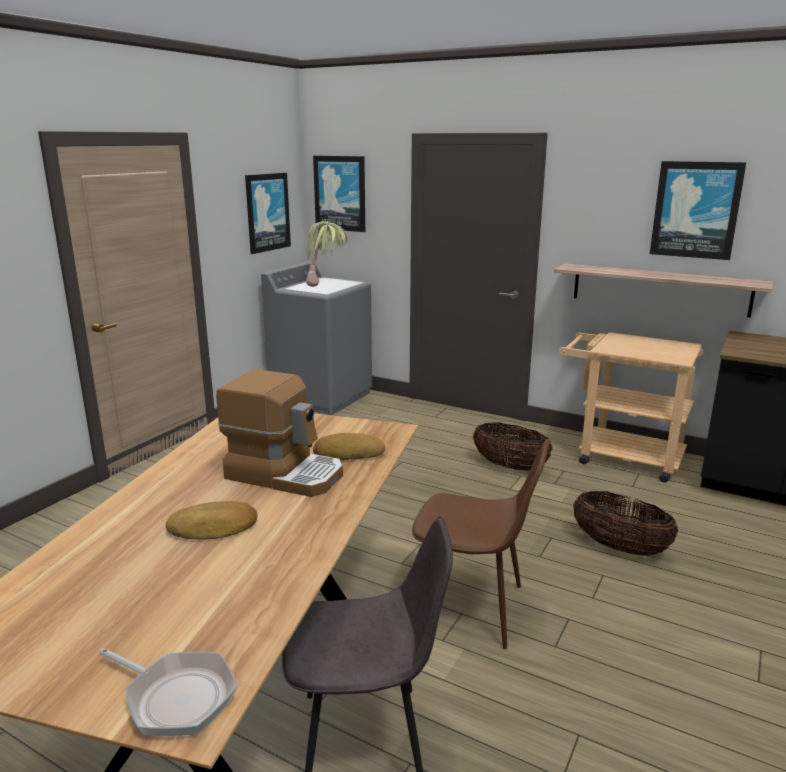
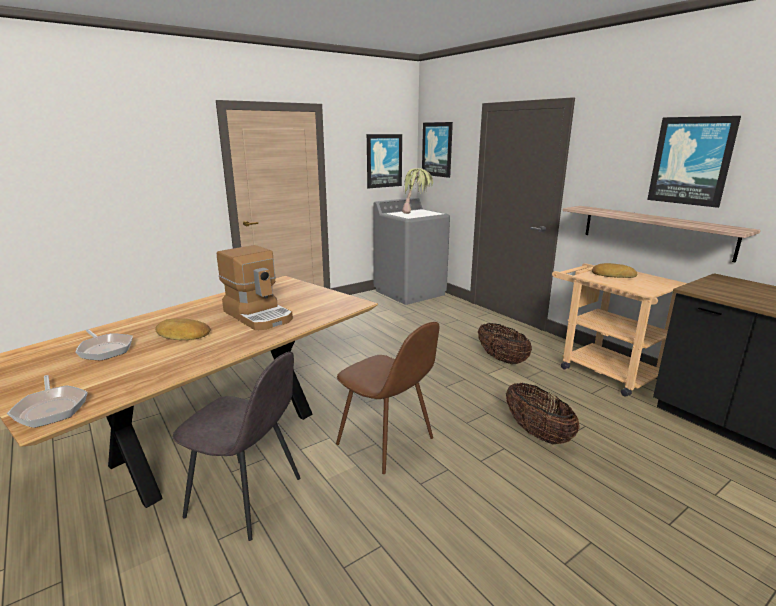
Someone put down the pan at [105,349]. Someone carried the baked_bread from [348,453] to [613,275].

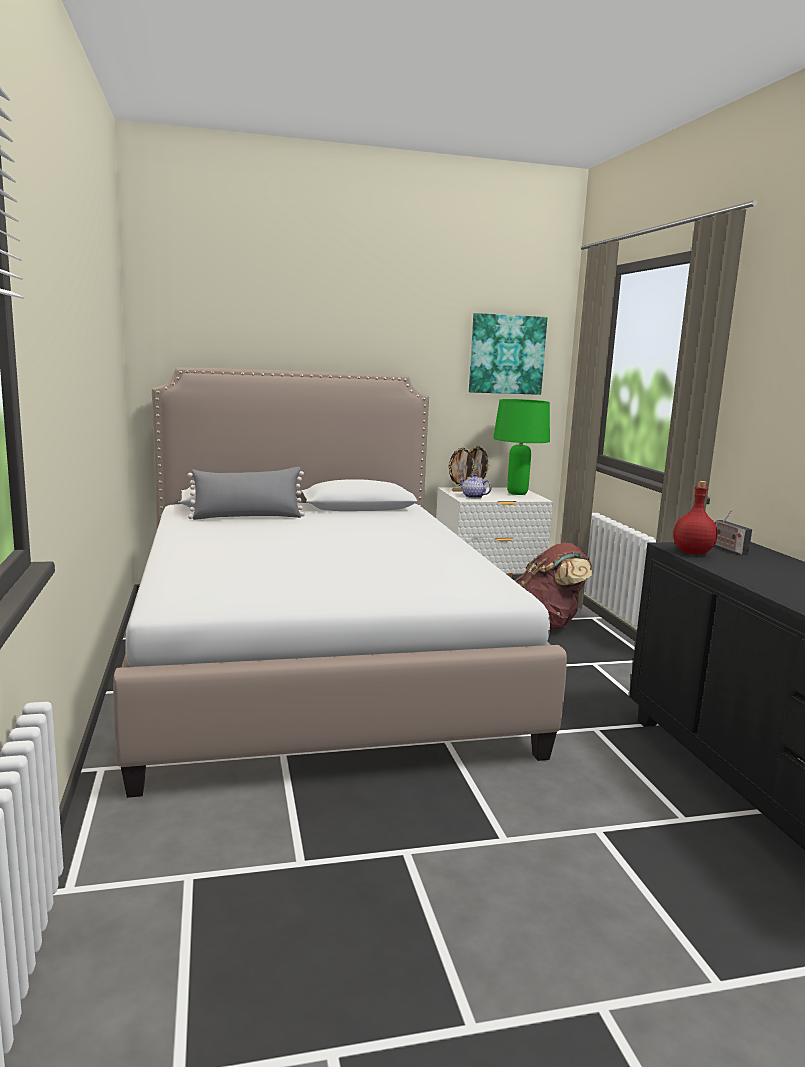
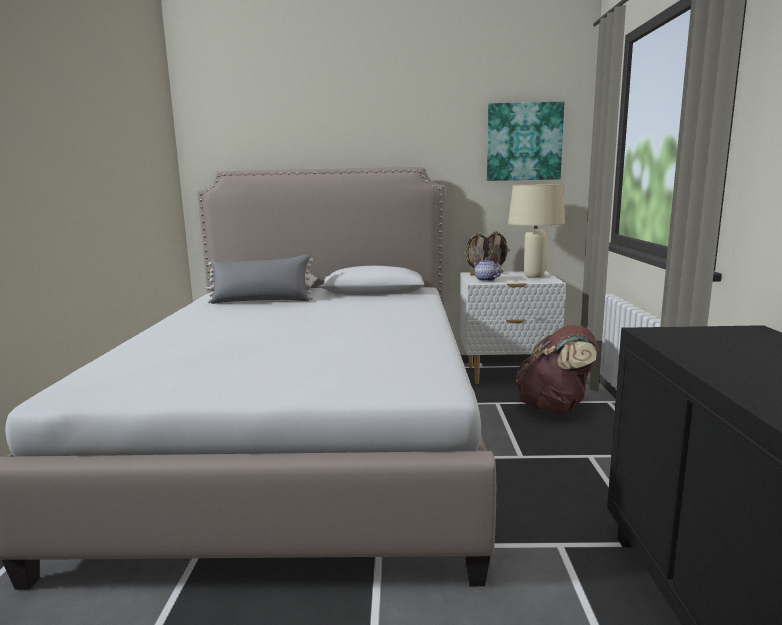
Someone took away the reddish_bottle at [693,553]. Someone took away the radio_set at [728,548]. Someone repainted the green_table_lamp at [517,493], which became the beige_table_lamp at [533,276].

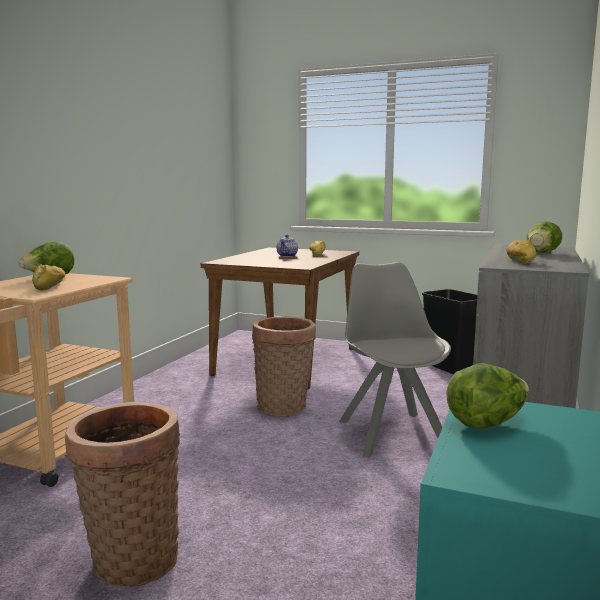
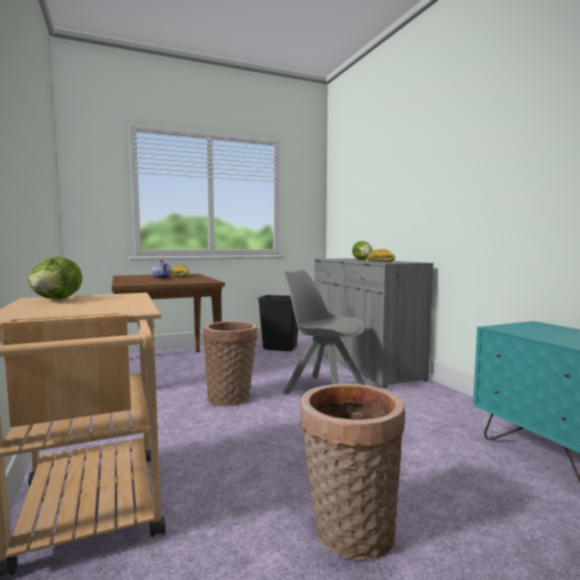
Someone took away the baked_bread at [50,286]. Someone took away the head_of_lettuce at [487,423].

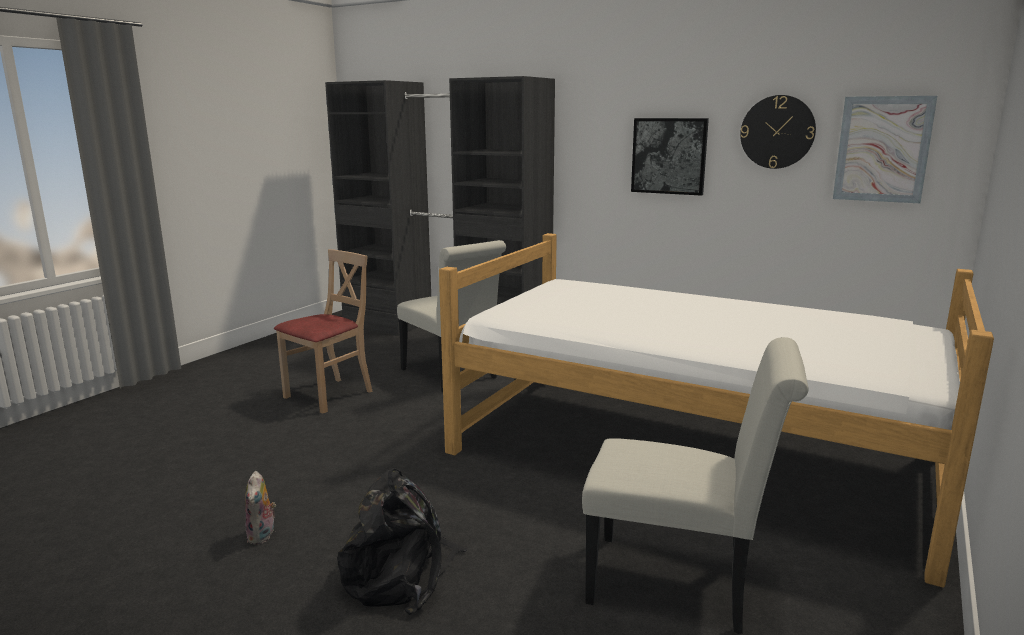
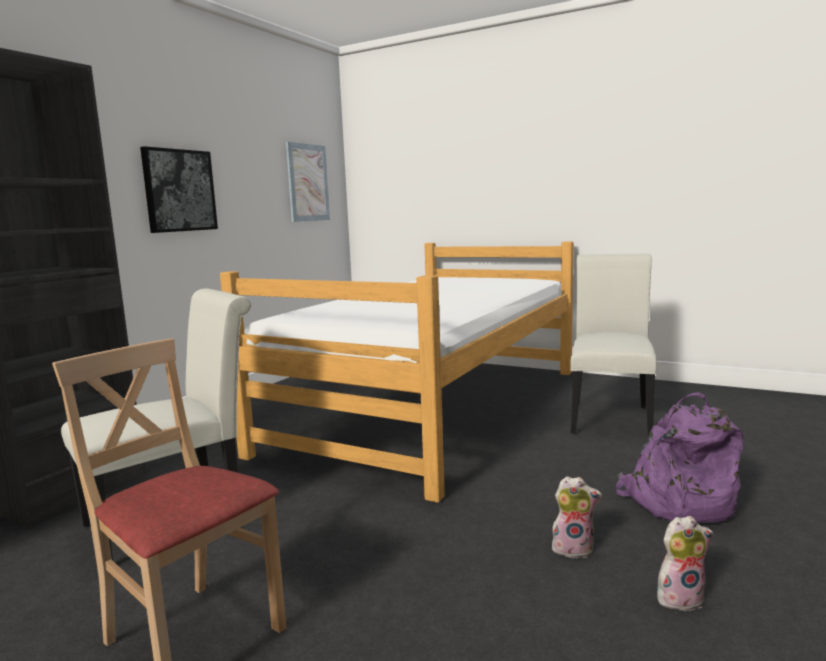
Someone took away the wall_clock at [777,132]. Someone put down the soft_toy at [573,548]. Someone repainted the black_knapsack at [401,575], which became the purplish_knapsack at [677,502].

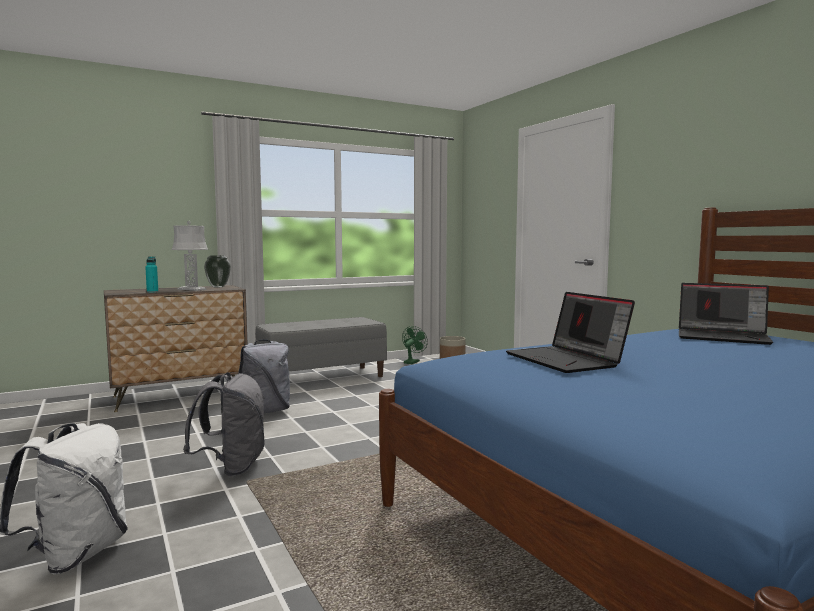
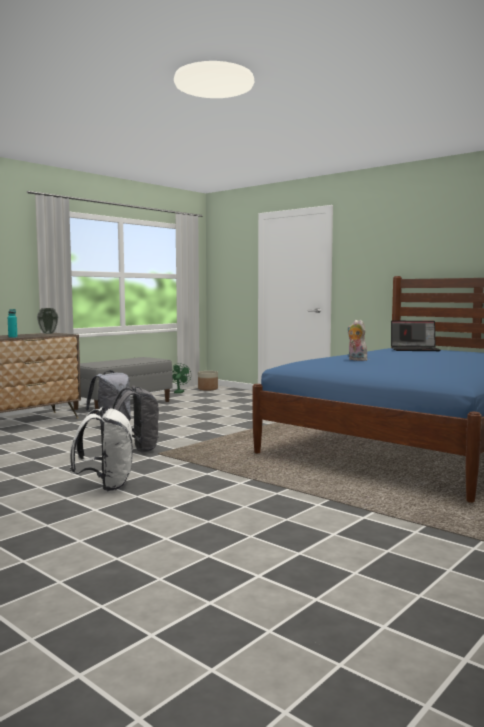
Someone took away the greyish_table_lamp at [191,289]. Someone swapped the notebook_computer at [567,360] for the soft_toy at [356,360].

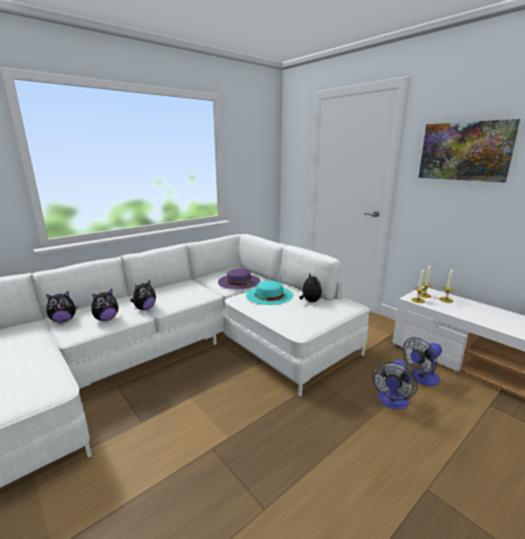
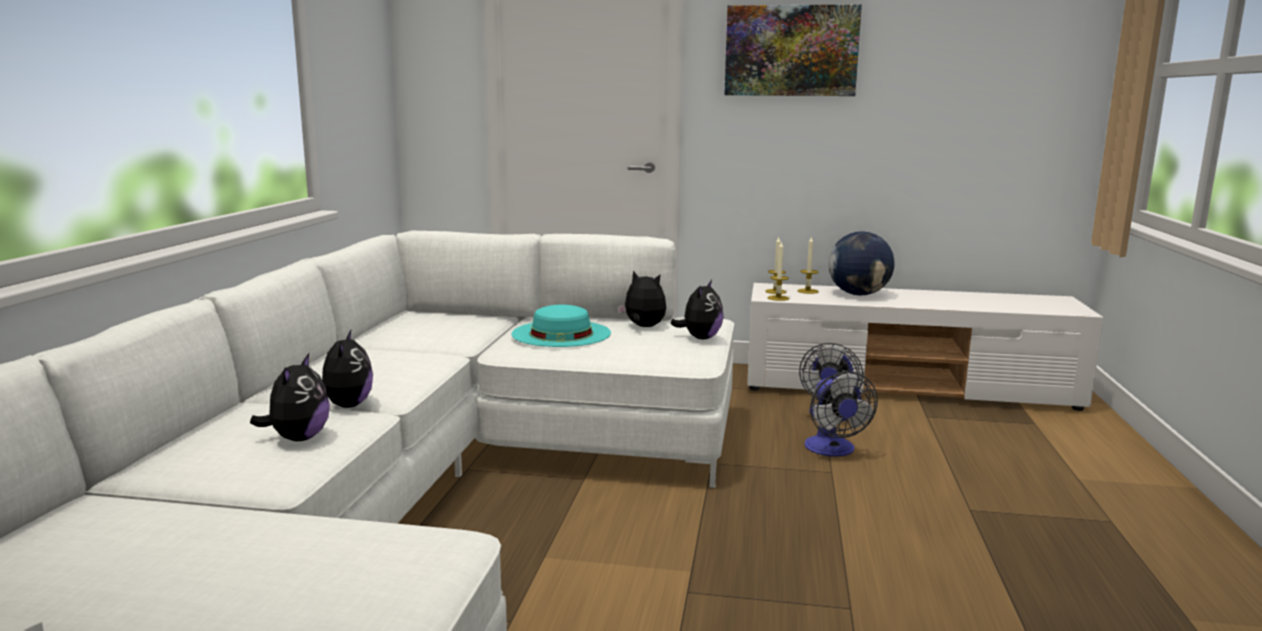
Someone took away the purplish_hat at [239,281]. Someone put down the globe at [858,294]. Someone carried the soft_toy from [64,320] to [700,338].

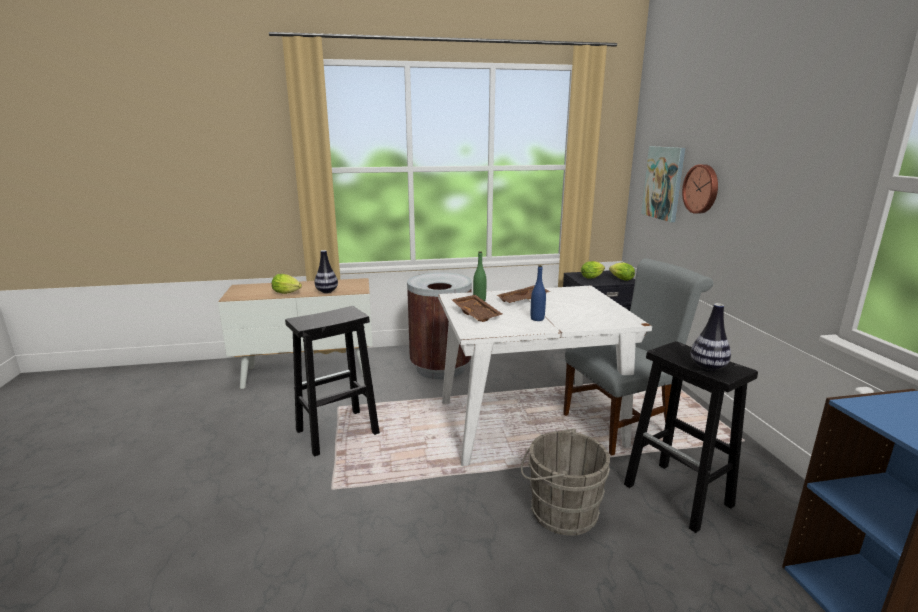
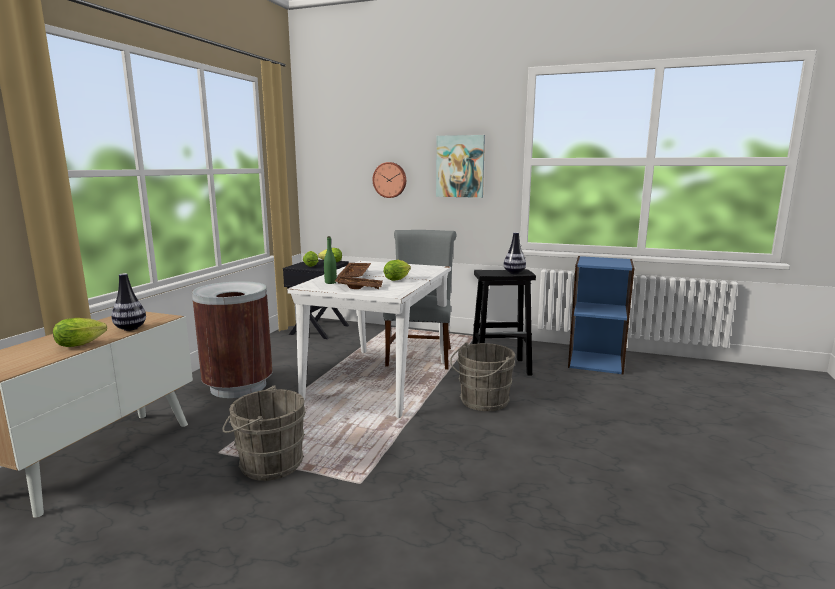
Someone carried the wall_art from [664,183] to [460,166]. Someone swapped the black_stool_seat at [336,432] for the greyish_water_bucket at [267,463]. Someone swapped the bluish_bottle at [537,319] for the head_of_lettuce at [398,279].

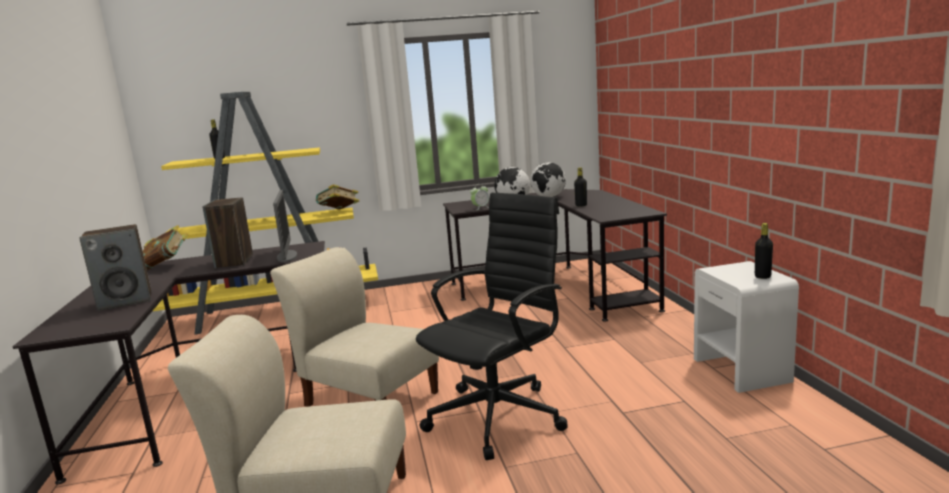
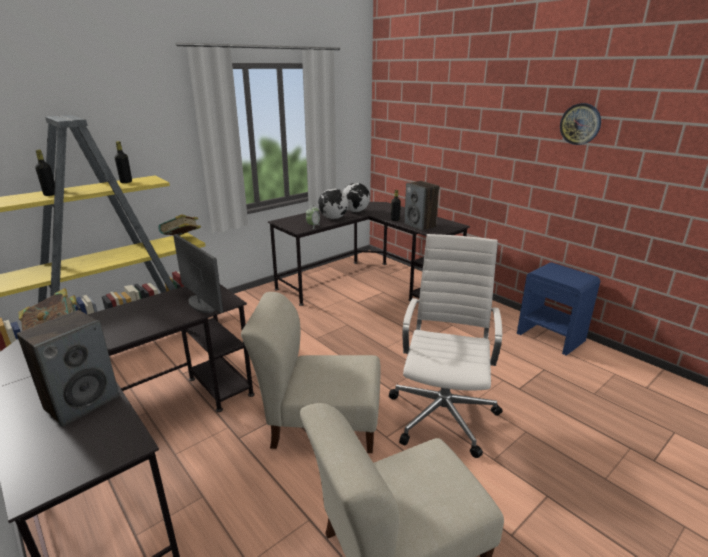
Someone put up the wall_clock at [580,124]. Someone carried the loudspeaker from [234,262] to [420,225]. Someone carried the black_bottle from [762,276] to [126,182]. Someone repainted the black_office_chair at [499,415], which became the whitish_office_chair at [443,413]. Someone repainted the whitish_nightstand at [741,370], which became the bluish_nightstand at [551,337].

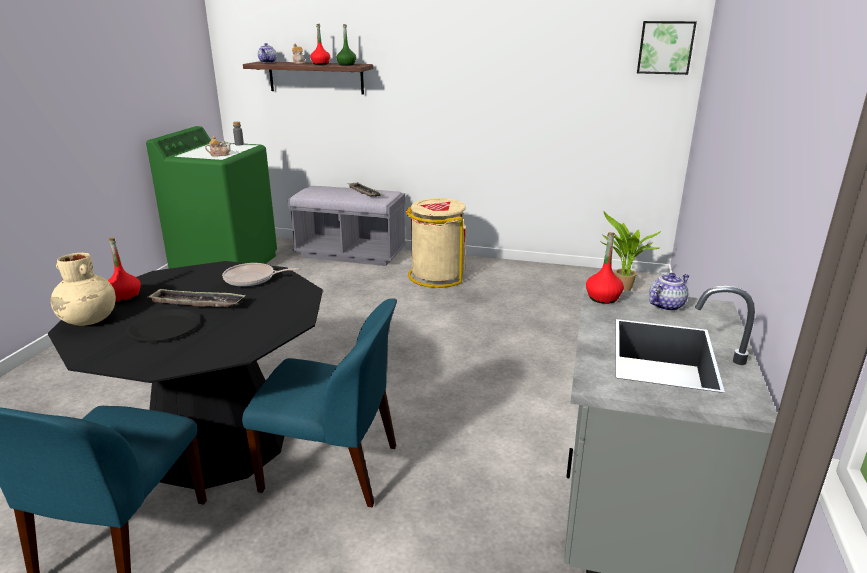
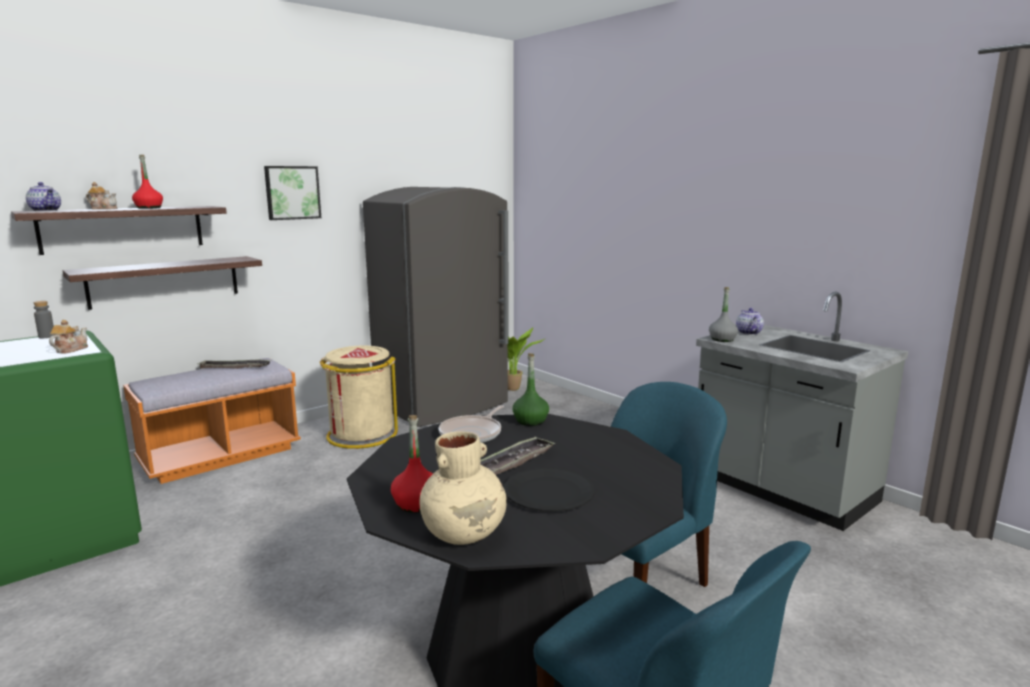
Someone put up the shelf at [165,281]. Someone put down the greyish_refrigerator at [443,405]. Someone carried the green_bottle from [346,65] to [530,421]. Someone carried the wall_art from [665,47] to [292,192]. Someone repainted the greyish_indoor_bench at [350,254], which became the orange_indoor_bench at [221,456]. Someone repainted the reddish_bottle at [602,298], which became the greyish_bottle at [722,339].

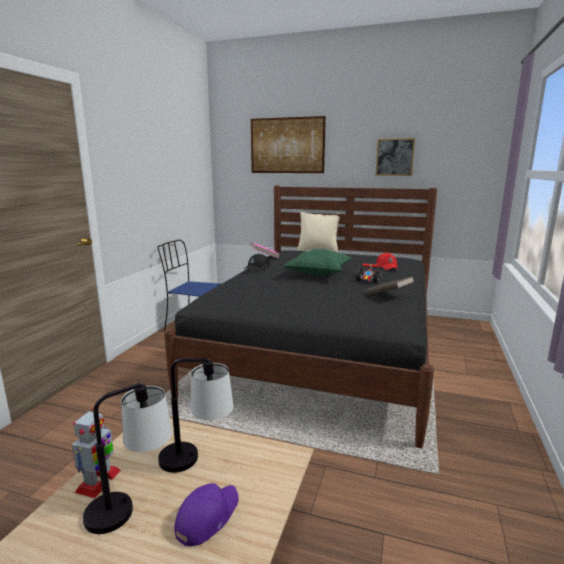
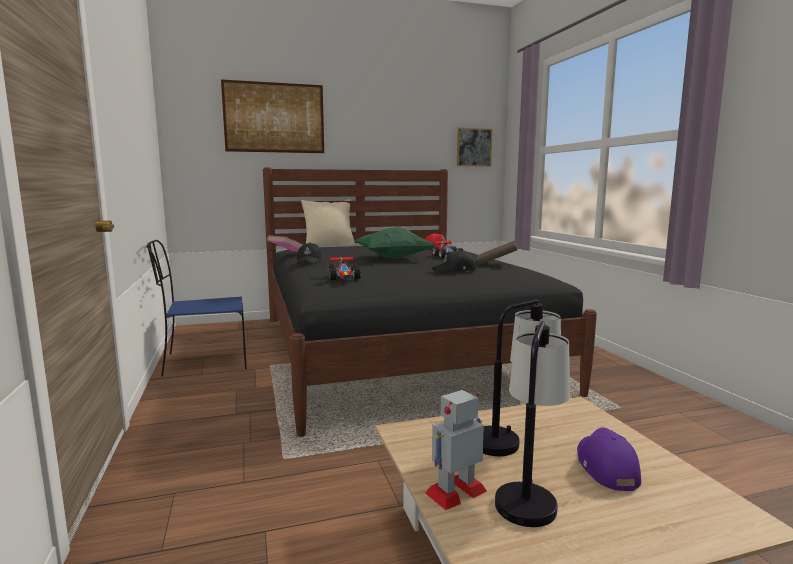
Someone put down the model_car at [345,277]. Someone put down the black_peaked_cap at [455,270]. Someone carried the wall_art from [394,157] to [474,147]. Someone rotated the robot_figure at [98,481] by 105 degrees counterclockwise.

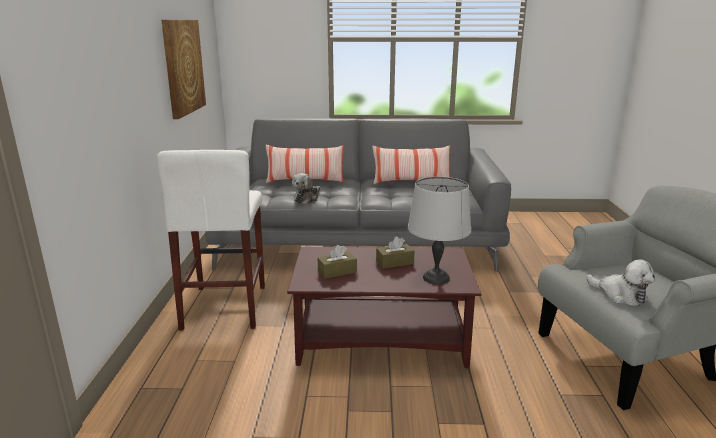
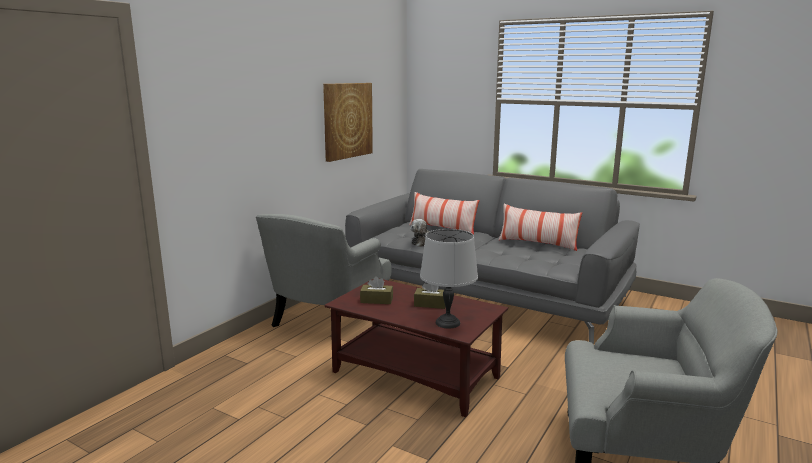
Someone took away the soft_toy at [620,295]. Someone swapped the whitish_stool_seat at [225,306] for the greyish_armchair at [326,319].

